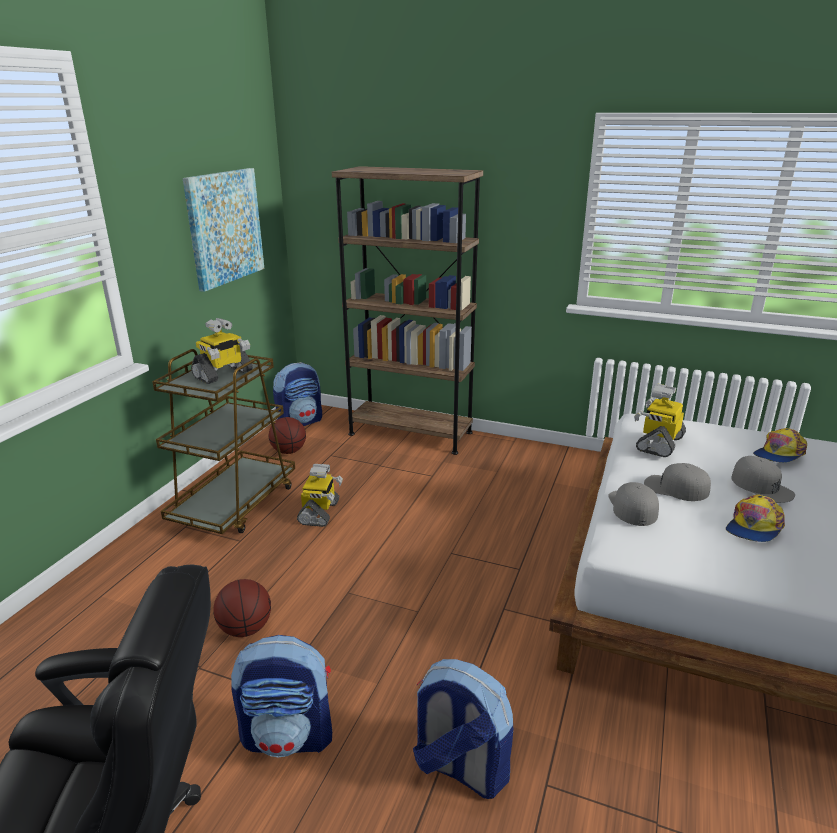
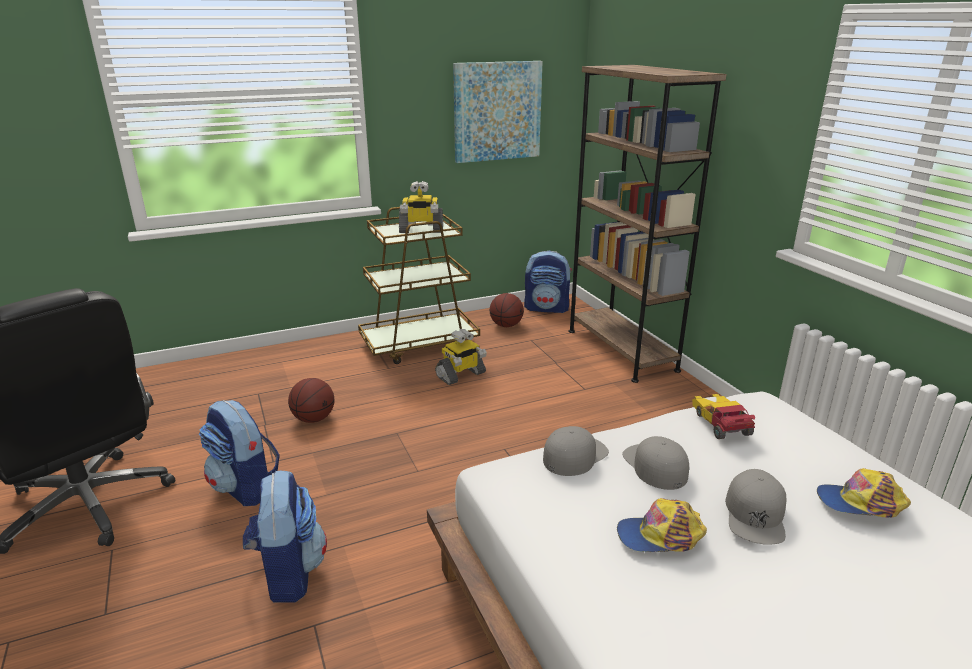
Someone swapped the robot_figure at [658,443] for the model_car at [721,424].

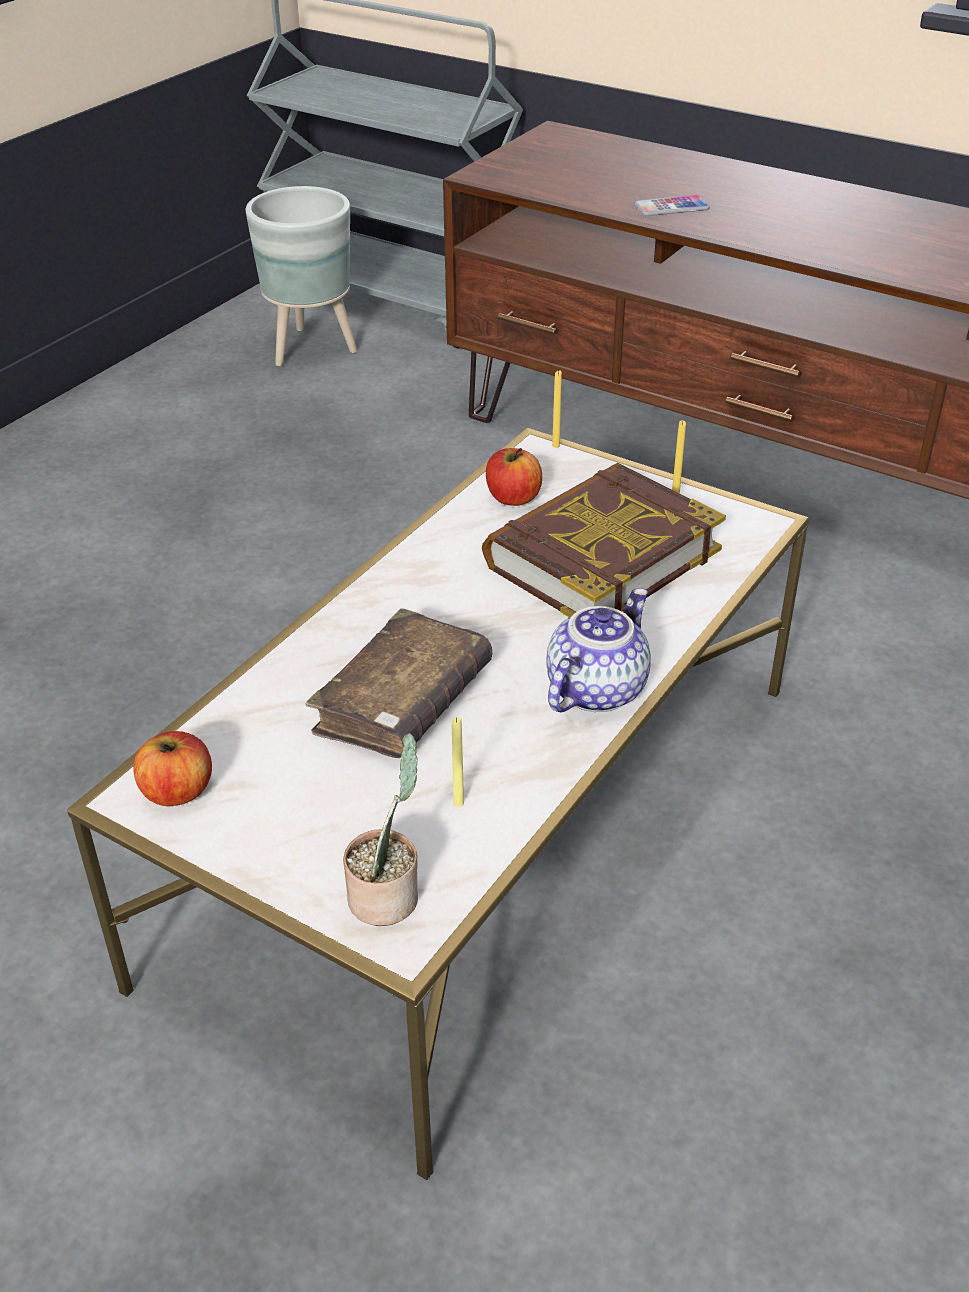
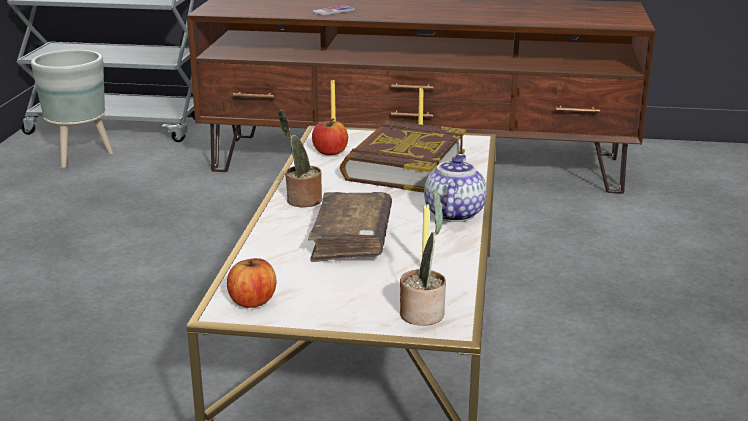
Someone put down the potted_plant at [301,200].

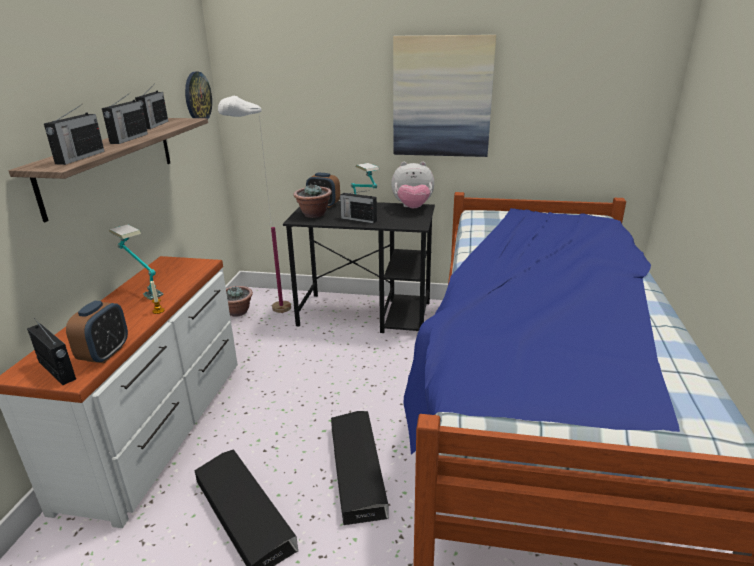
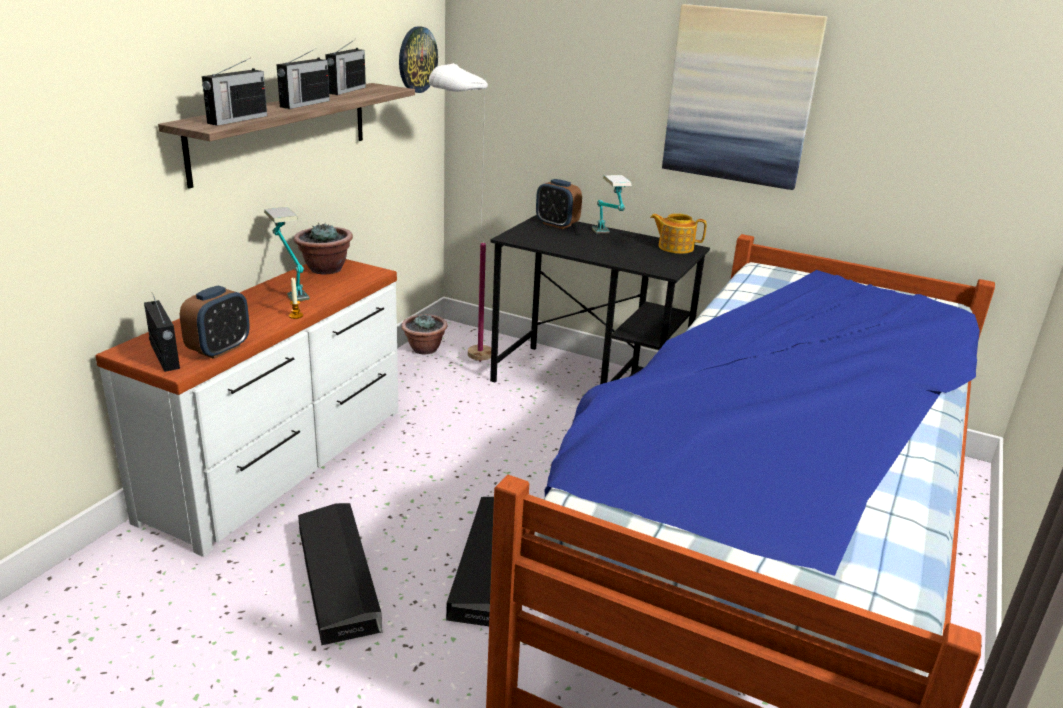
Someone took away the radio_set at [358,219]. Someone carried the potted_plant from [314,214] to [325,269]. Someone swapped the soft_toy at [412,208] for the teapot at [675,247].

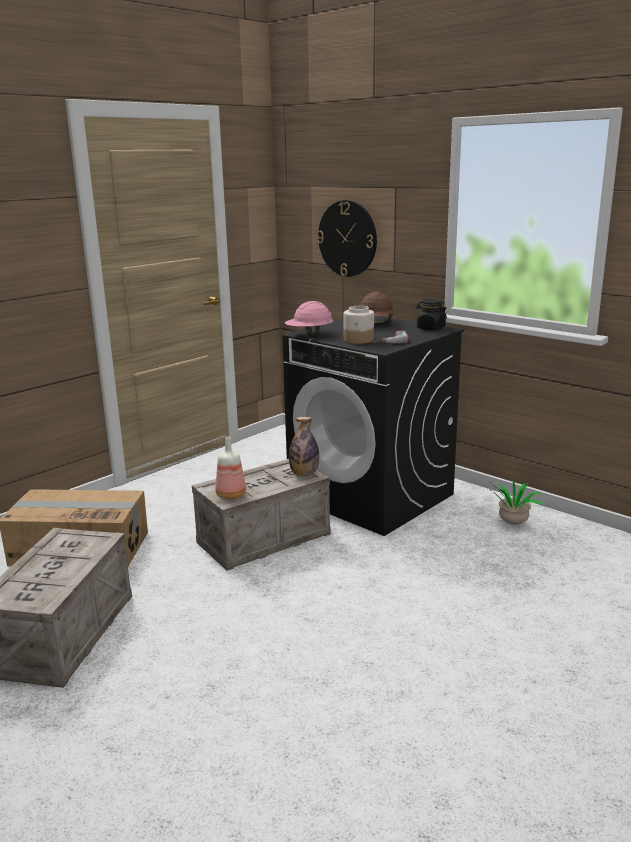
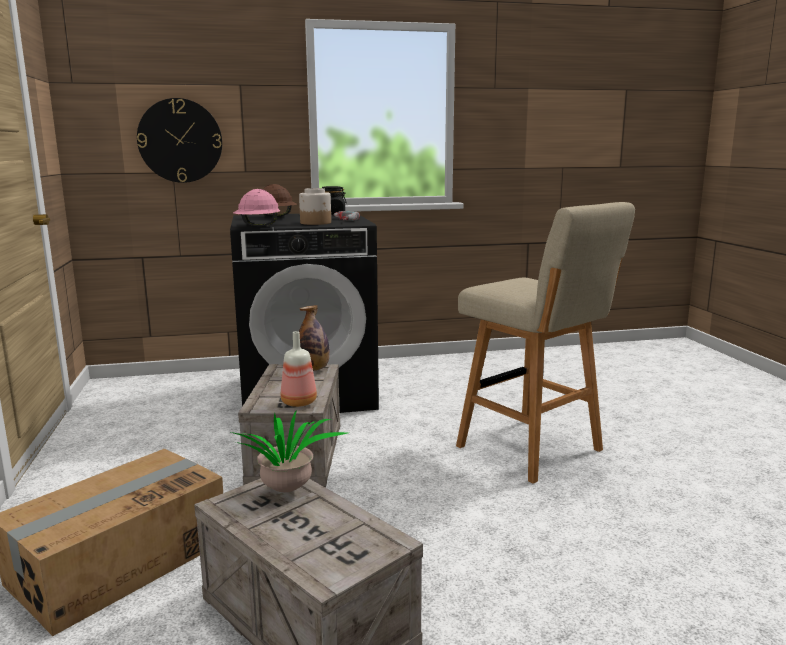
Someone put down the beige_stool_seat at [533,450]. Someone carried the potted_plant from [512,524] to [287,492].

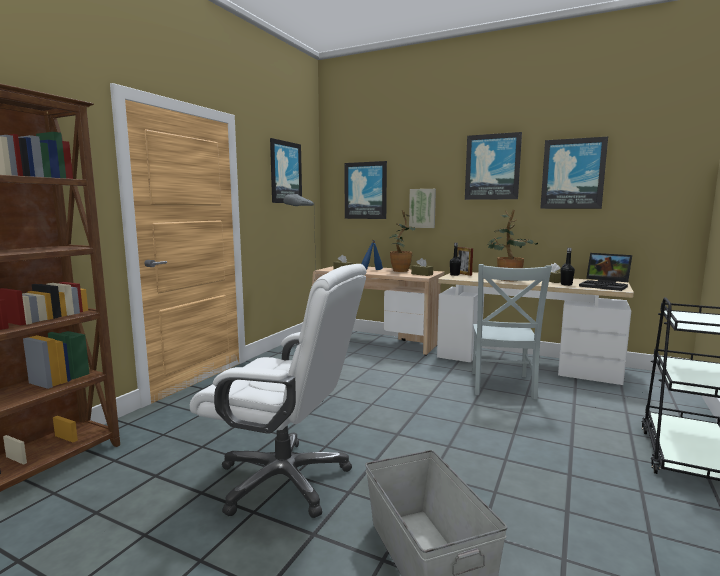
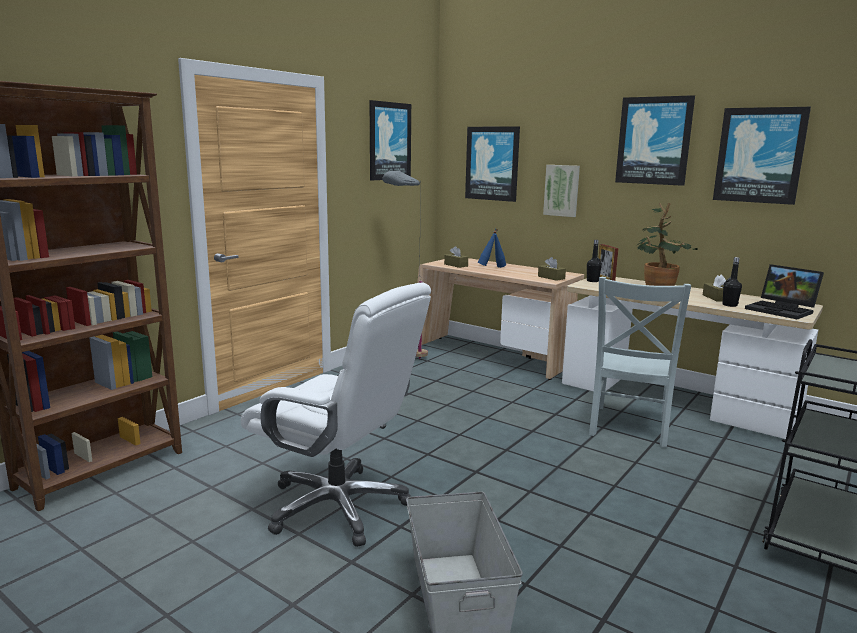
Someone took away the potted_plant at [399,271].

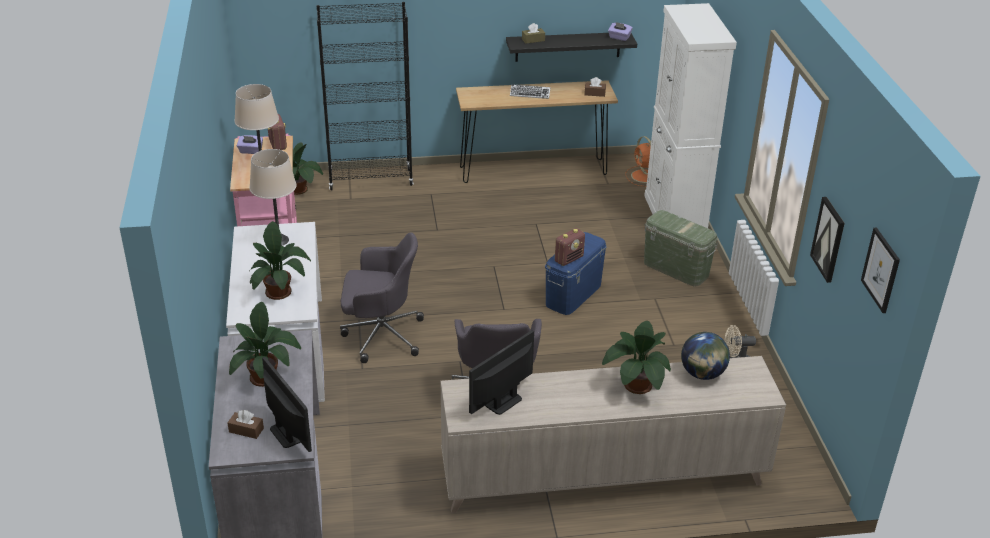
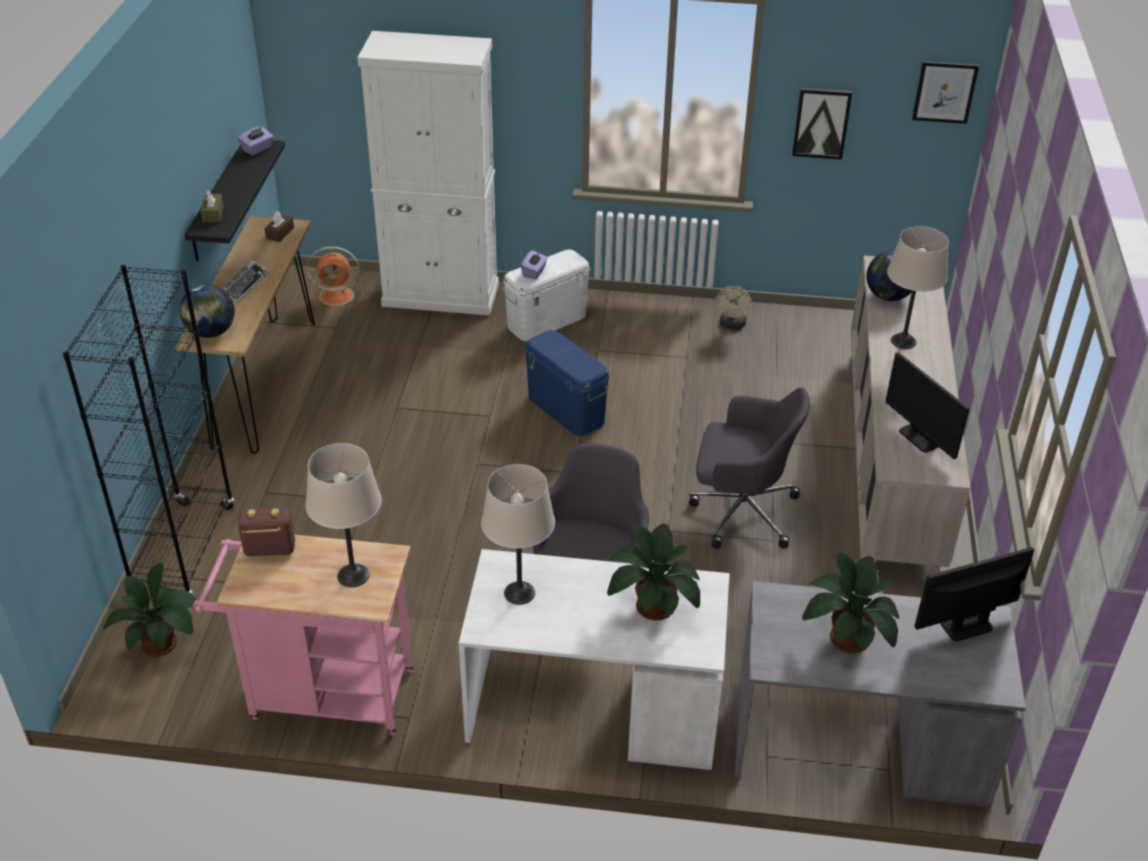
Someone took away the brown-coloured_tissue_box at [246,430]. Someone took away the radio_set at [569,259]. Someone put down the globe at [211,332]. Someone carried the purplish_tissue_box from [250,151] to [534,272]. Someone swapped the potted_plant at [636,386] for the beige_table_lamp at [903,341]. Someone repainted the green_storage_box at [676,269], which became the whitish_storage_box at [547,320].

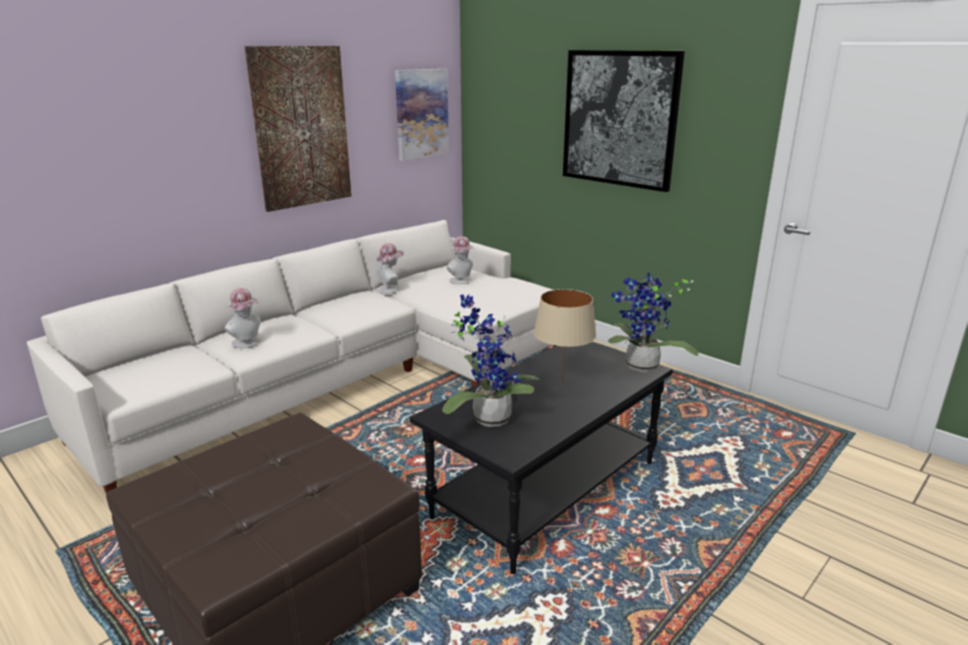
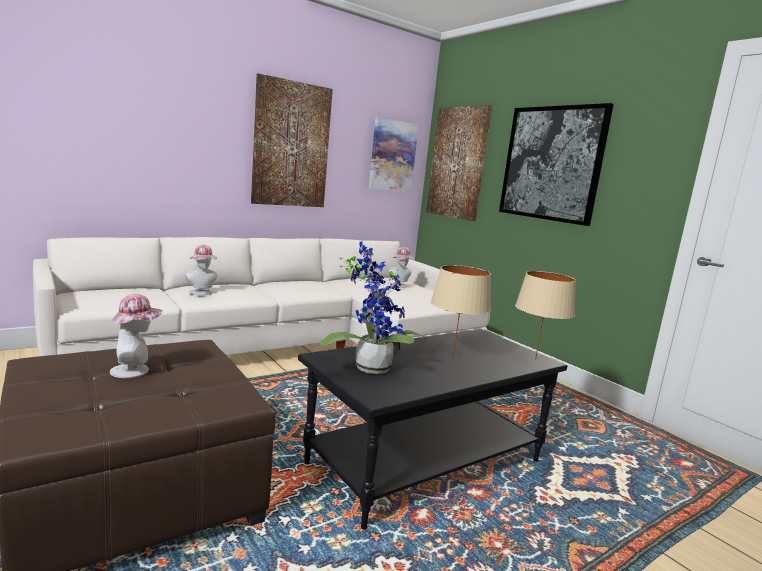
Someone put up the wall_art at [458,163]. Someone carried the hat from [390,289] to [135,370]. Someone swapped the potted_plant at [640,368] for the beige_table_lamp at [534,359].

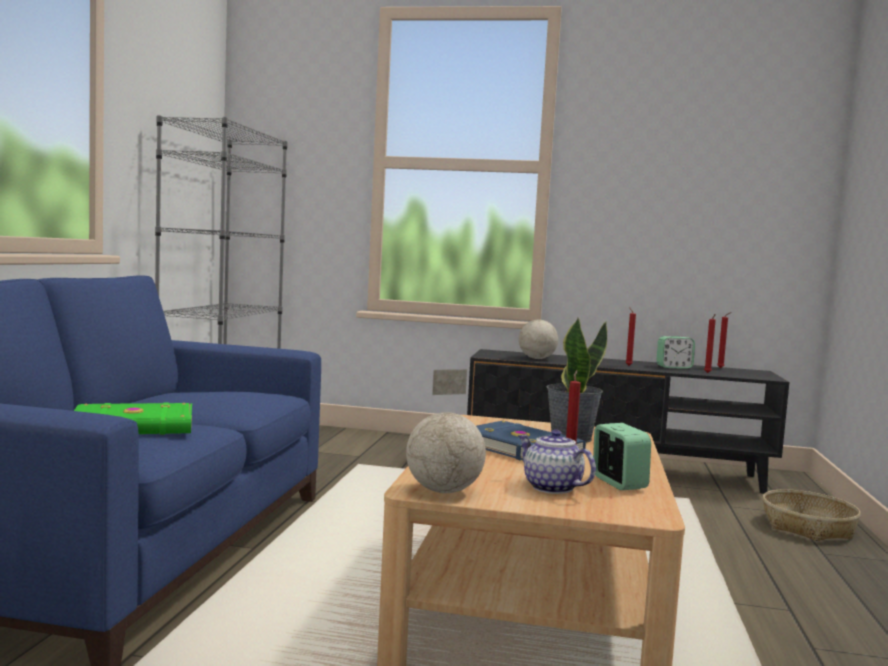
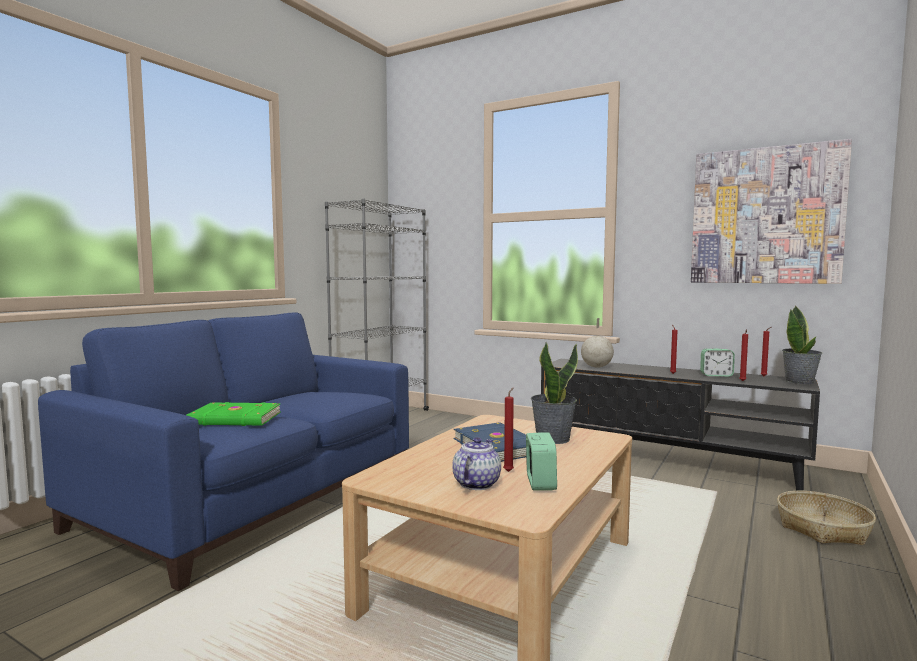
Someone took away the globe at [445,491]. Someone put up the wall_art at [765,216]. Someone put down the potted_plant at [800,381]. Someone rotated the teapot at [550,487] by 45 degrees clockwise.

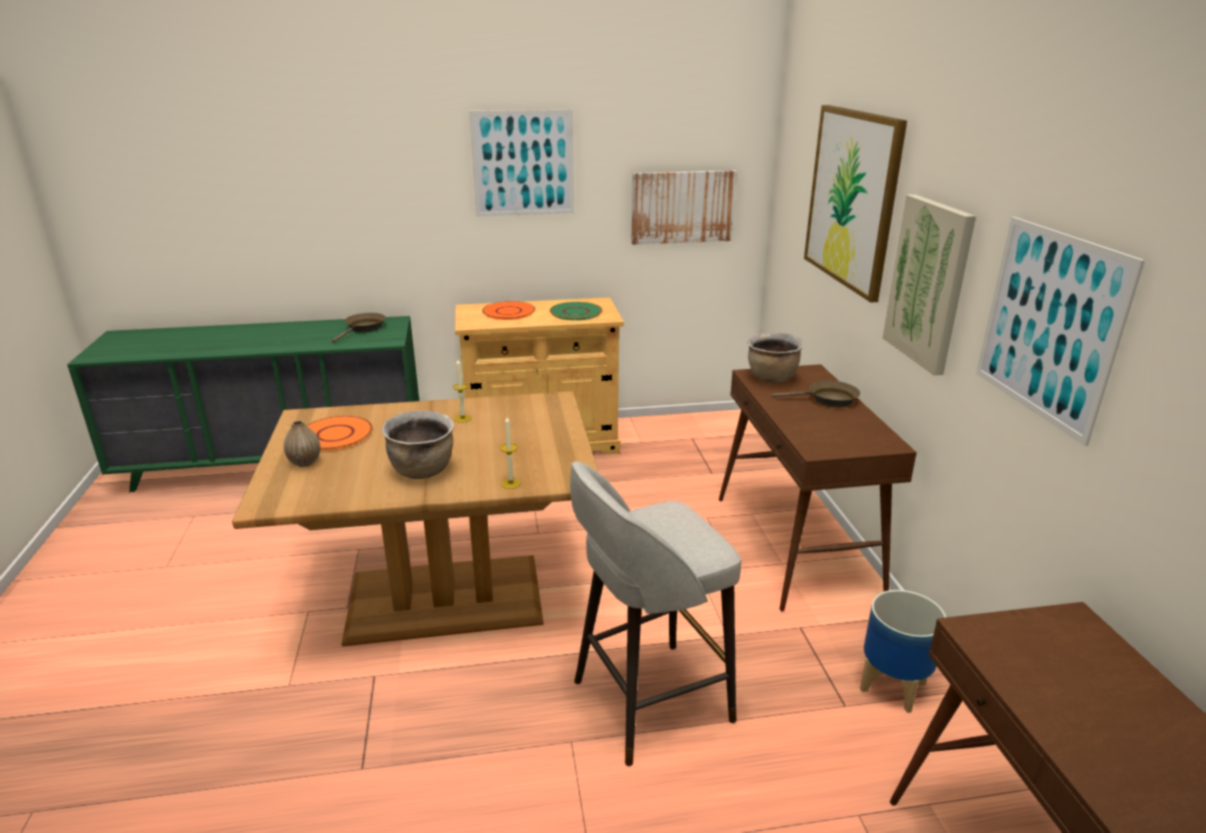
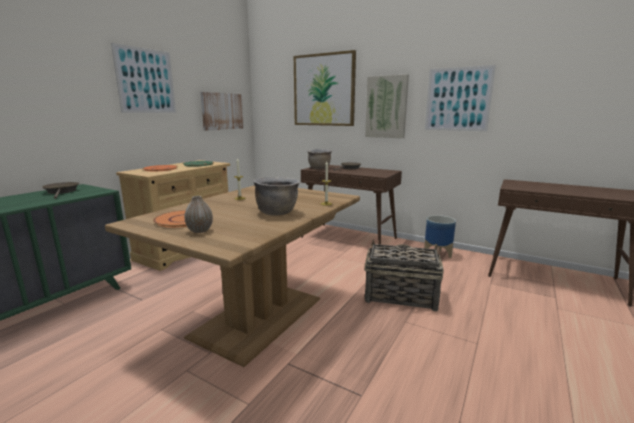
Someone swapped the greyish_stool_seat at [647,702] for the basket at [399,296].

